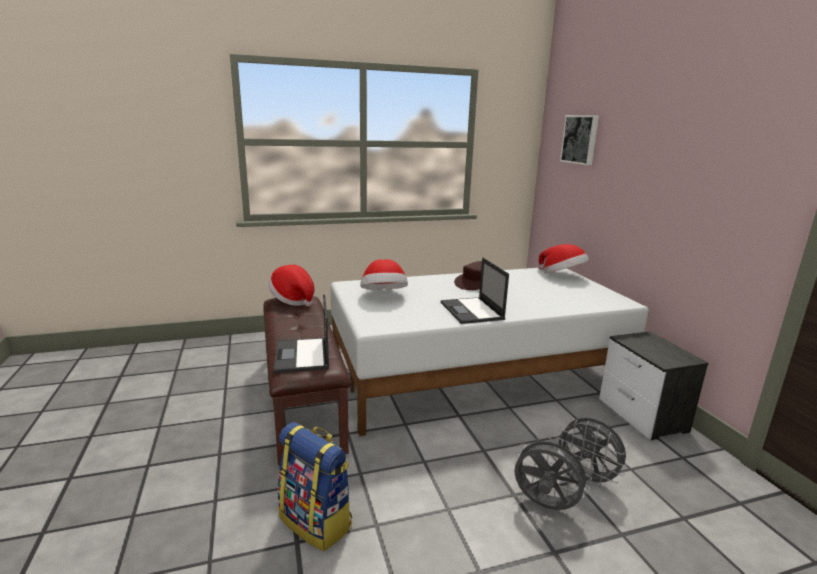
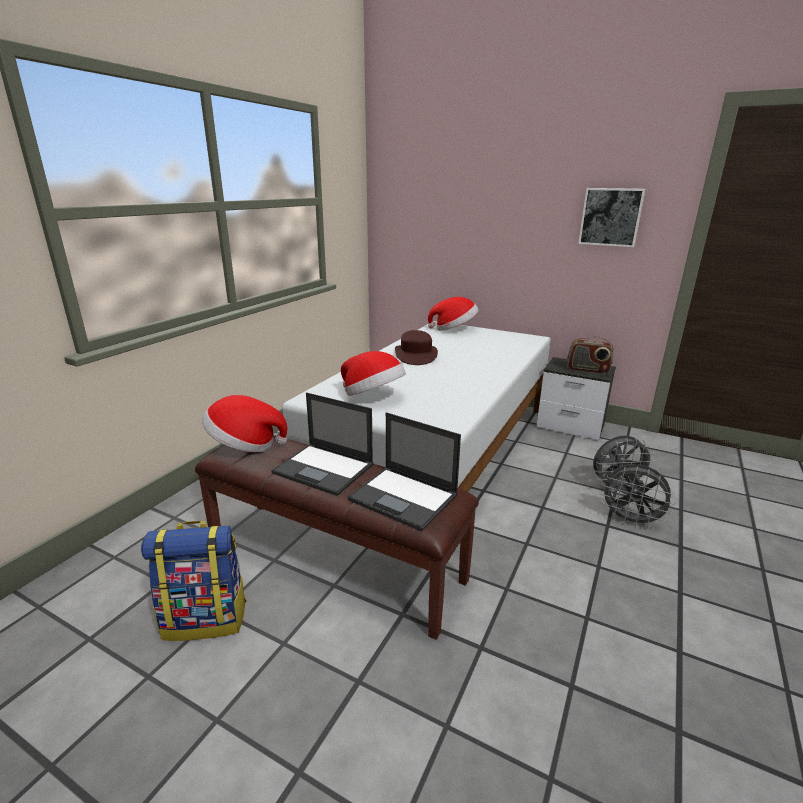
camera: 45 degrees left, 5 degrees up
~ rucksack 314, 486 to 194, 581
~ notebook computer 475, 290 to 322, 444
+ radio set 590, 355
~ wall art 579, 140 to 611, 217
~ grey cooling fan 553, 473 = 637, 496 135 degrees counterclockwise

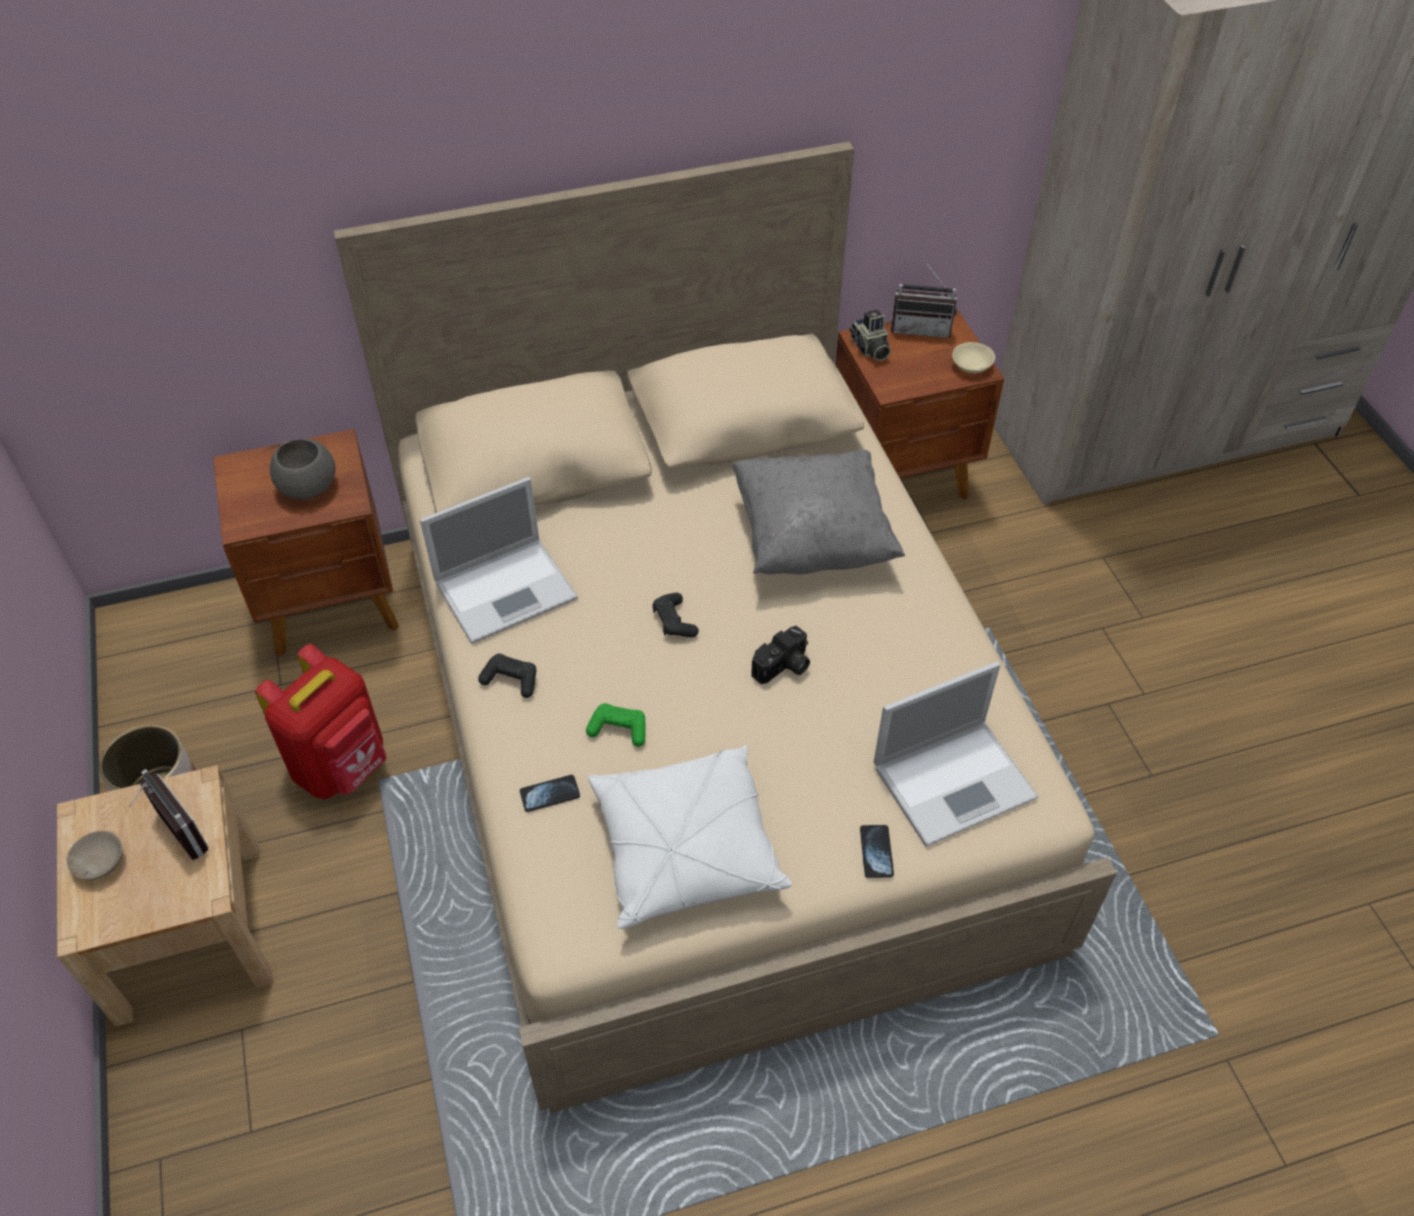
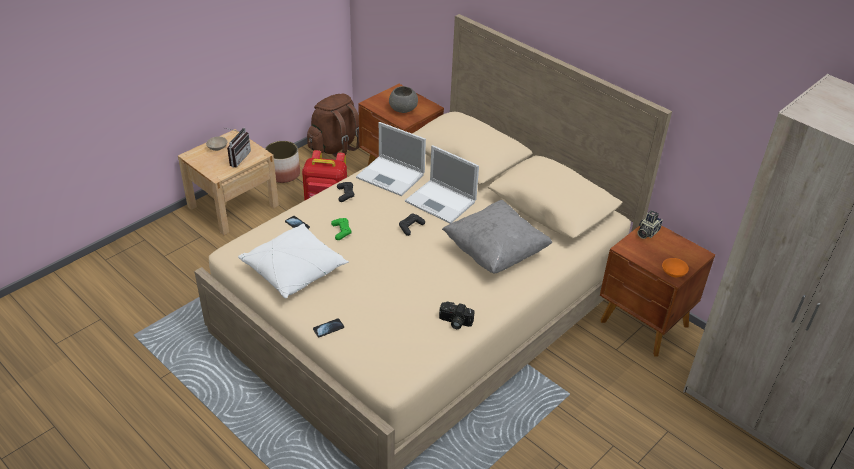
camera: 60 degrees right, 10 degrees down
+ brown-coloured rucksack 333, 125
~ notebook computer 956, 753 to 442, 184
~ photo camera 780, 655 to 456, 315
~ beige-coloured bowl 973, 357 to orange bowl 675, 267
- radio set 924, 299

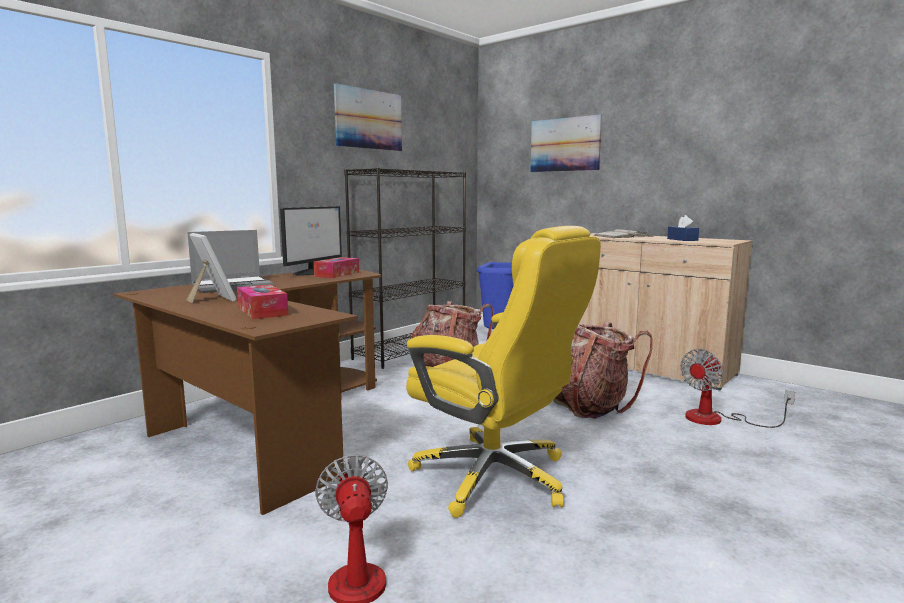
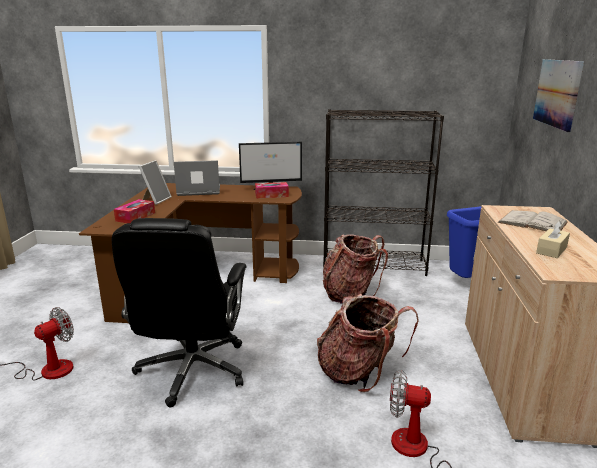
camera: 55 degrees right, 10 degrees up
~ yellow-coloured computer chair 503, 372 to blackish computer chair 179, 313
~ notebook computer 230, 261 = 197, 178 150 degrees clockwise
~ bluish tissue box 683, 228 to beige-coloured tissue box 553, 239
- wall art 368, 117

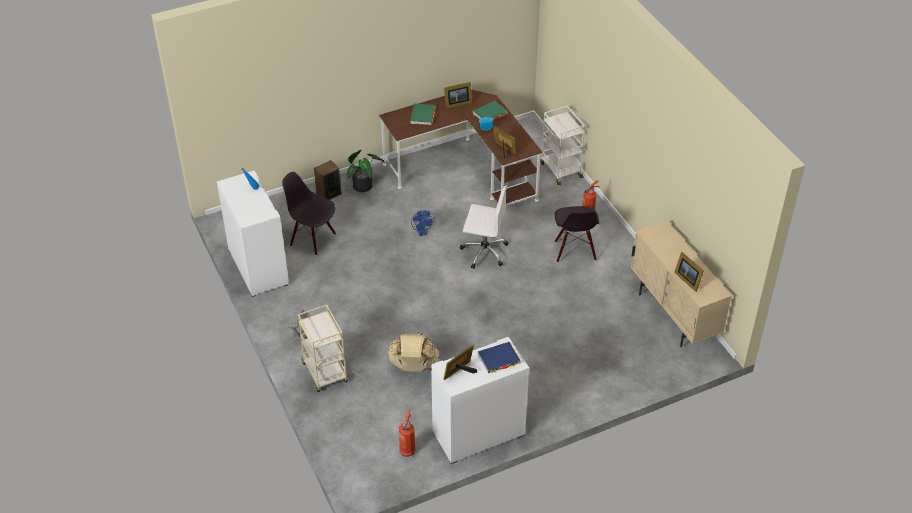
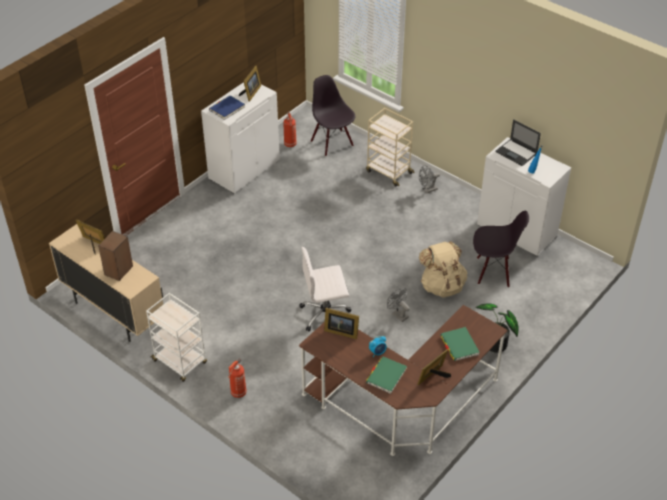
camera: 155 degrees right, 0 degrees up
~ loudspeaker 328, 180 to 115, 256
~ white-coloured trolley 562, 145 to 176, 337
~ blackish chair 577, 234 to 333, 115
~ bluish cooling fan 423, 223 to grey cooling fan 398, 305
~ beige-coloured rucksack 413, 352 to 443, 269
+ notebook computer 518, 142

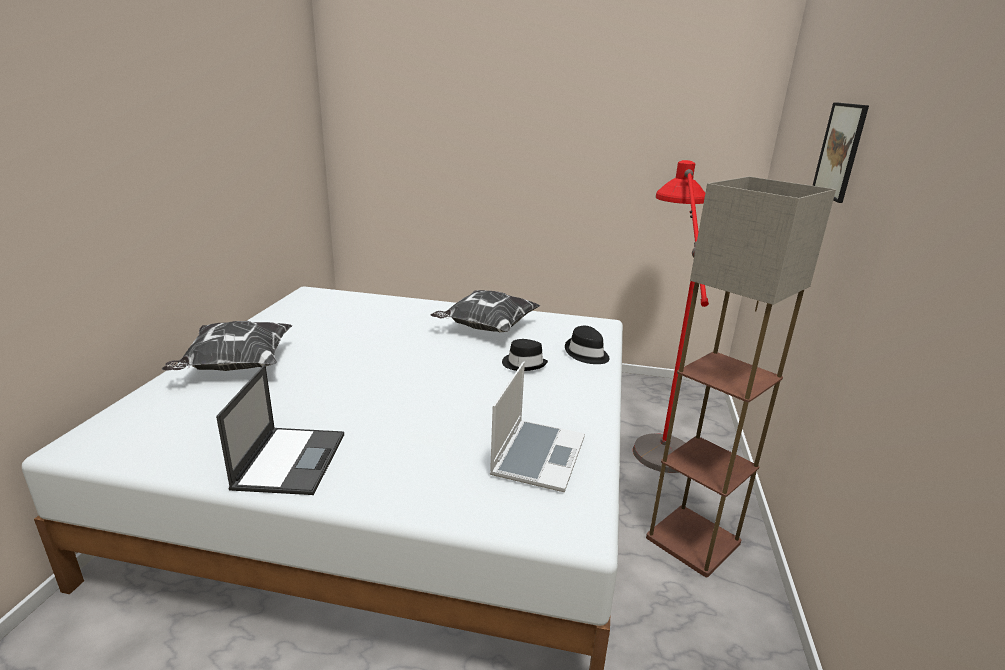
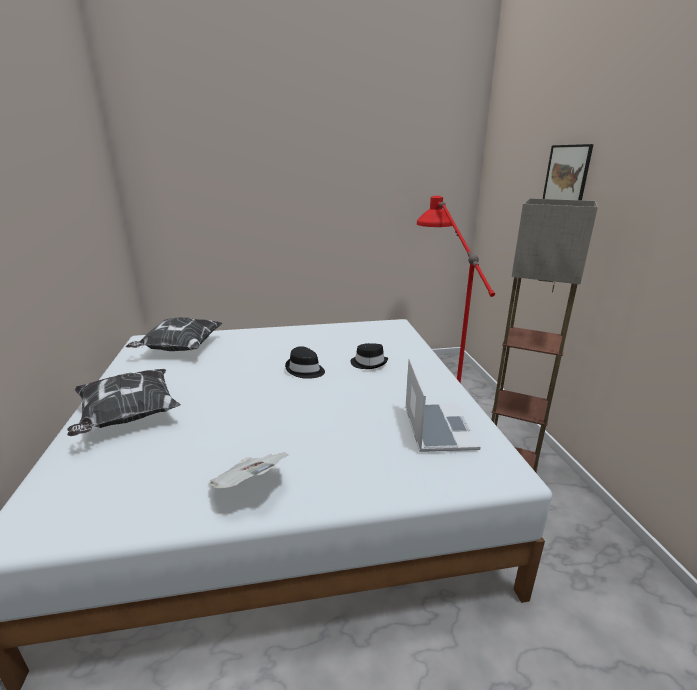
camera: 20 degrees left, 0 degrees up
~ cushion 486, 311 to 174, 334
~ notebook computer 280, 430 to daily paper 249, 470
~ blackish hat 587, 345 to 305, 362

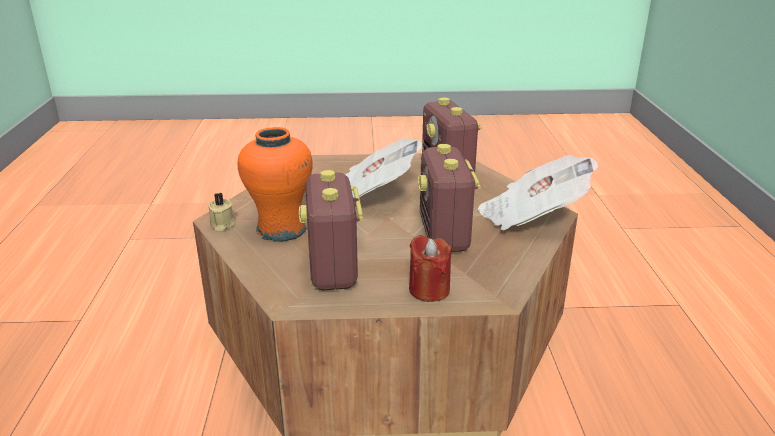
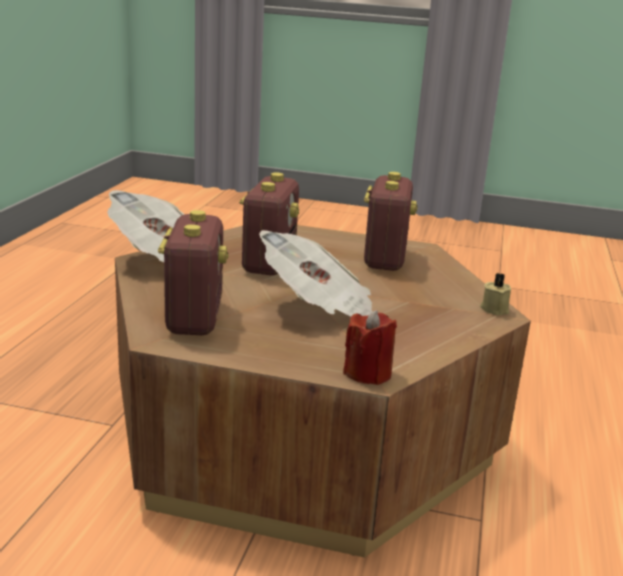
camera: 165 degrees left, 5 degrees down
~ red-coloured wax light 430, 268 to 370, 347
- orange vase 275, 184

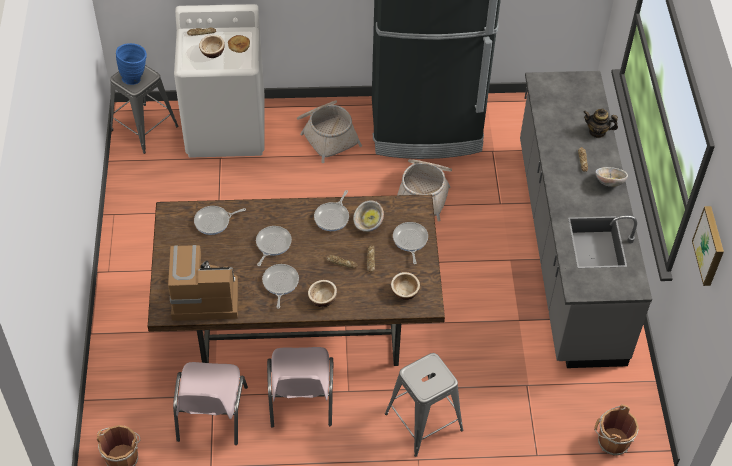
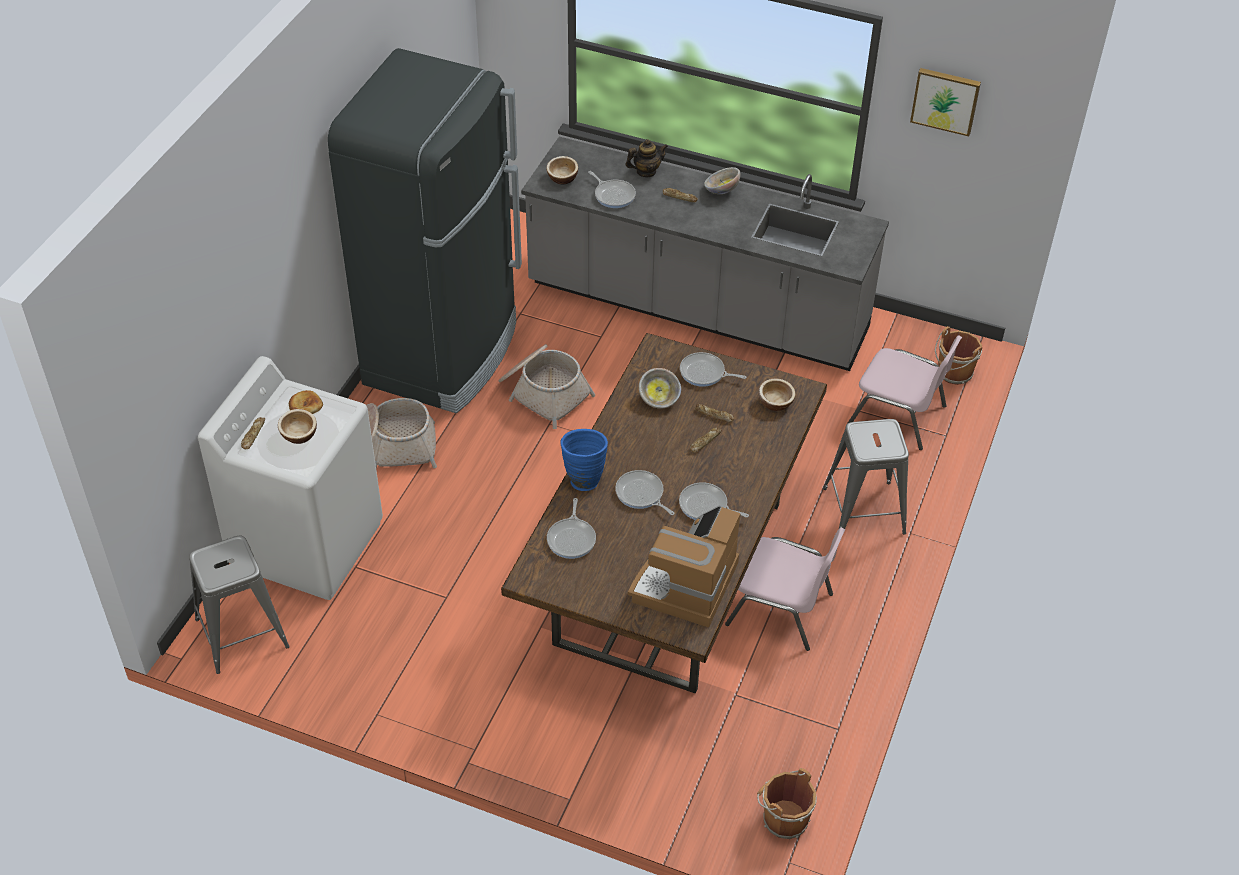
camera: 65 degrees left, 5 degrees down
~ bowl 322, 293 to 562, 170
~ bluish vase 131, 64 to 584, 460
~ frying pan 331, 210 to 612, 189
~ pot for tea 600, 123 = 647, 158 150 degrees counterclockwise
~ pinkish chair 210, 403 to 904, 392

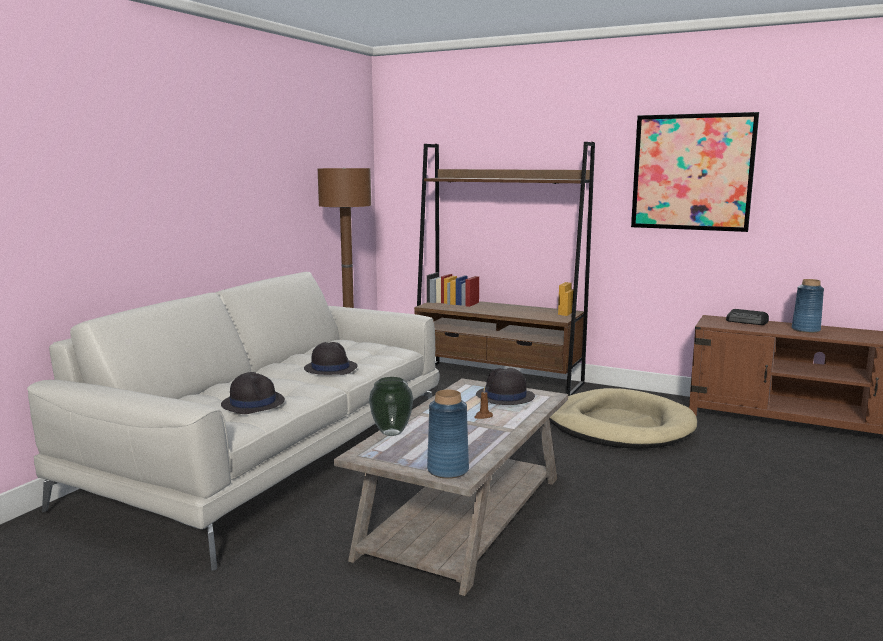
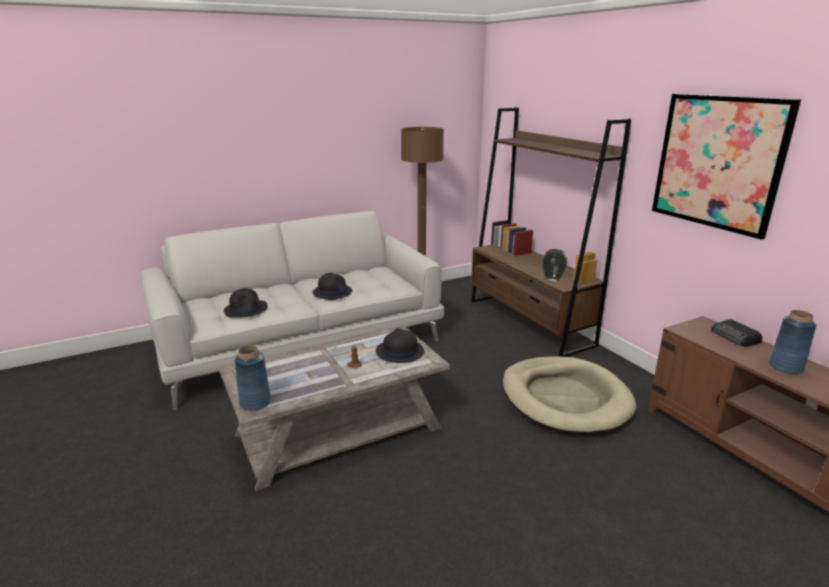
camera: 35 degrees right, 10 degrees up
~ vase 391, 406 to 555, 266

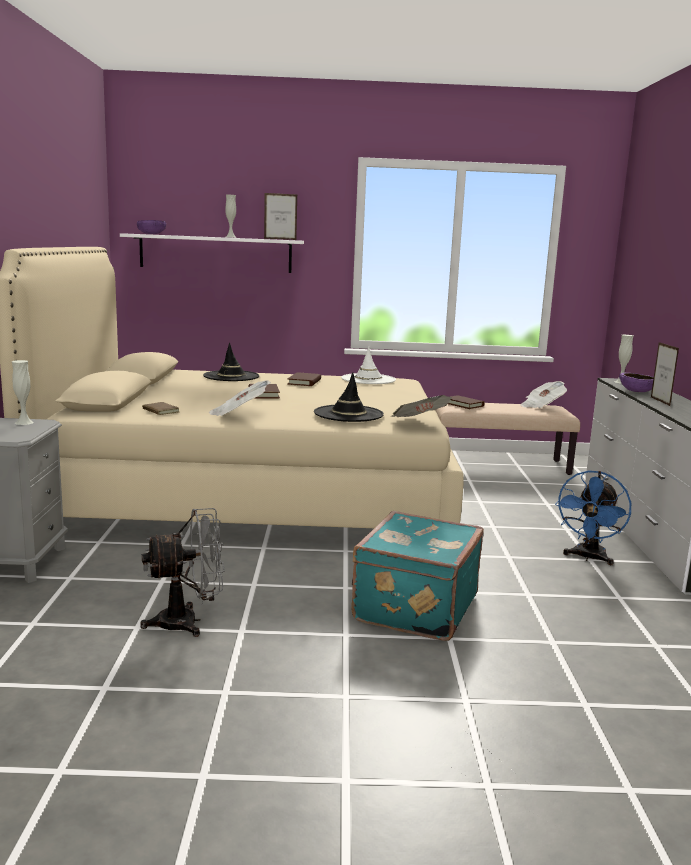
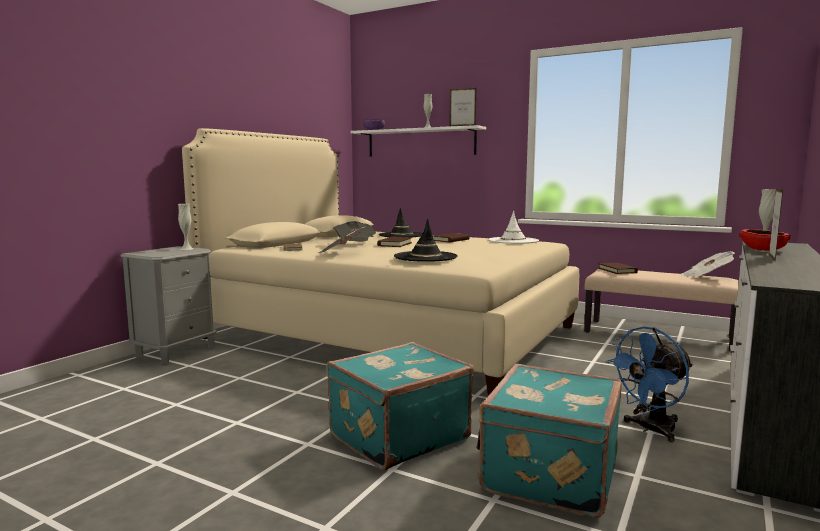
camera: 30 degrees right, 5 degrees down
~ daily paper 421, 406 to 354, 231
+ turquoise travel case 549, 441
~ purplish bowl 636, 382 to red-coloured bowl 765, 240
- grey cooling fan 182, 572

